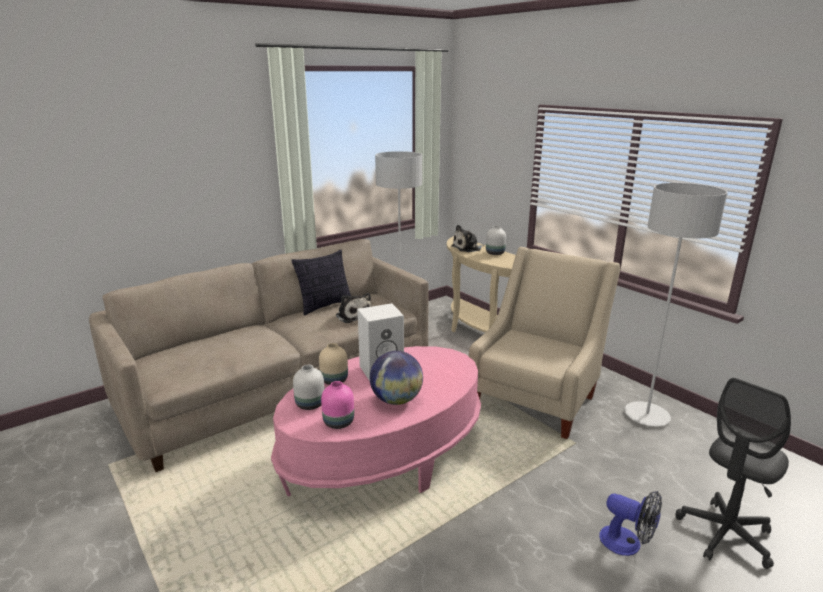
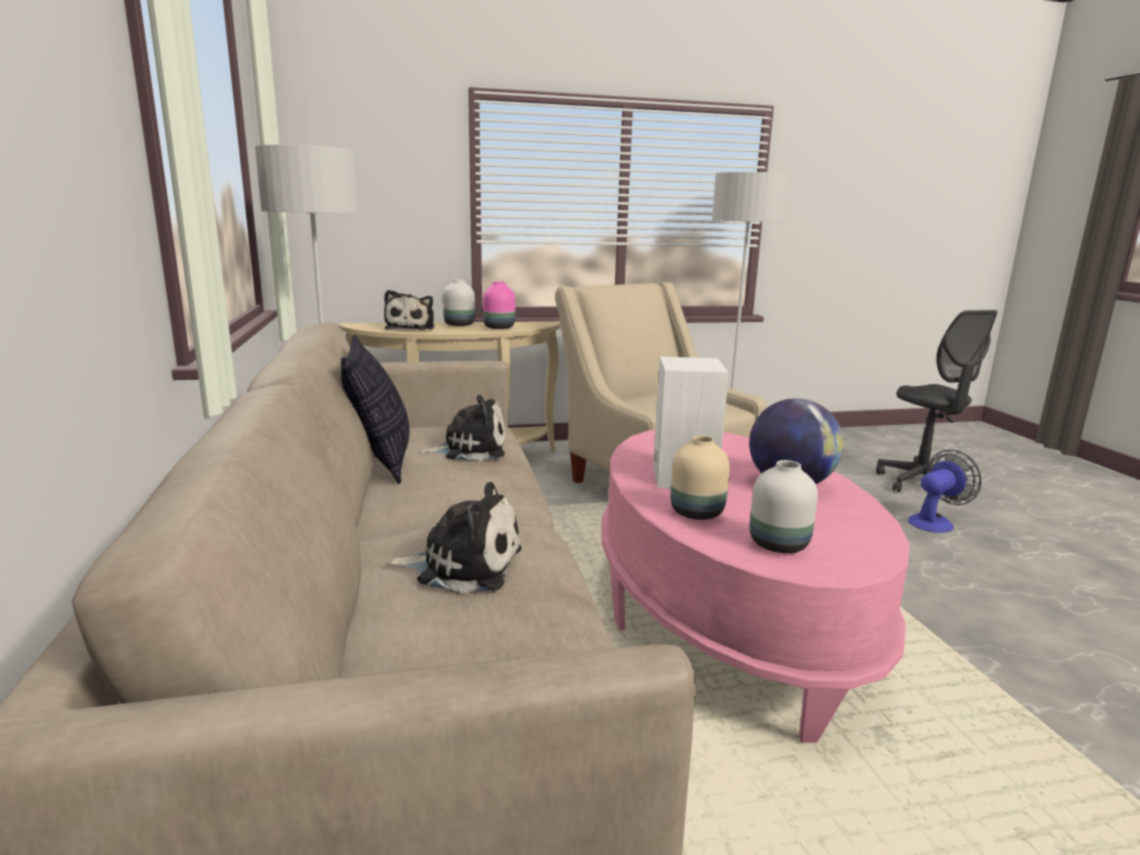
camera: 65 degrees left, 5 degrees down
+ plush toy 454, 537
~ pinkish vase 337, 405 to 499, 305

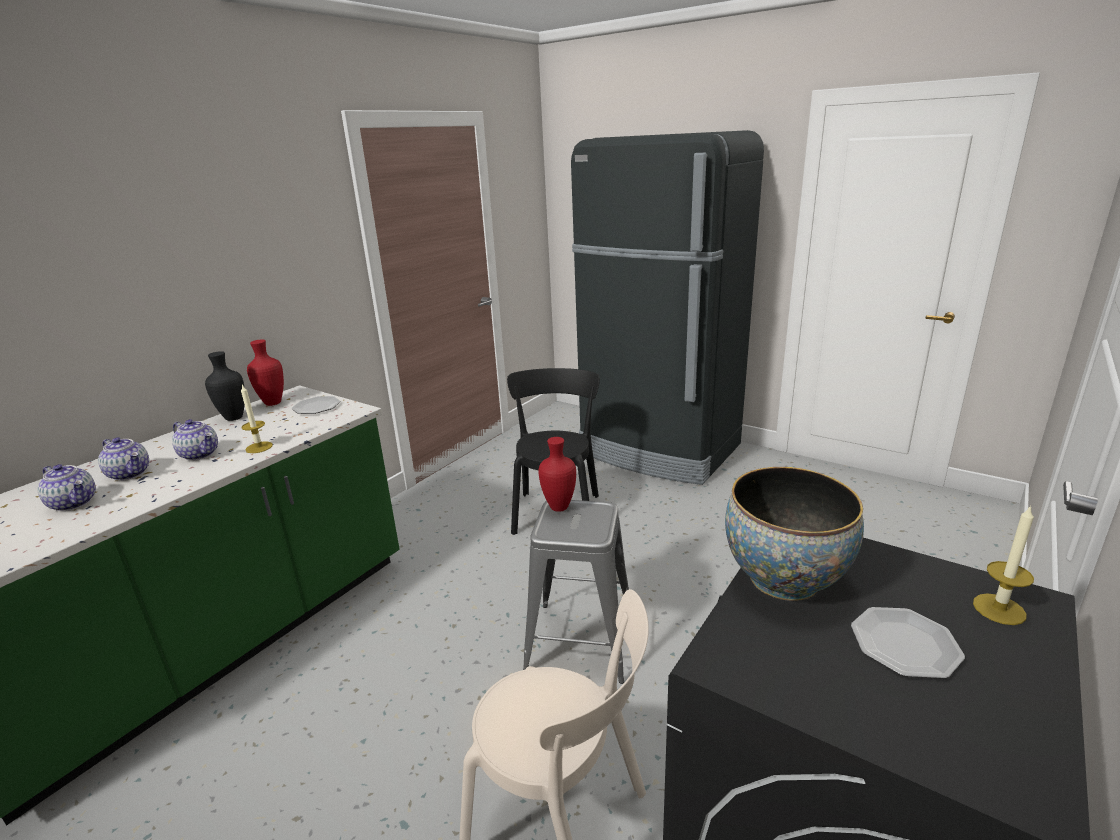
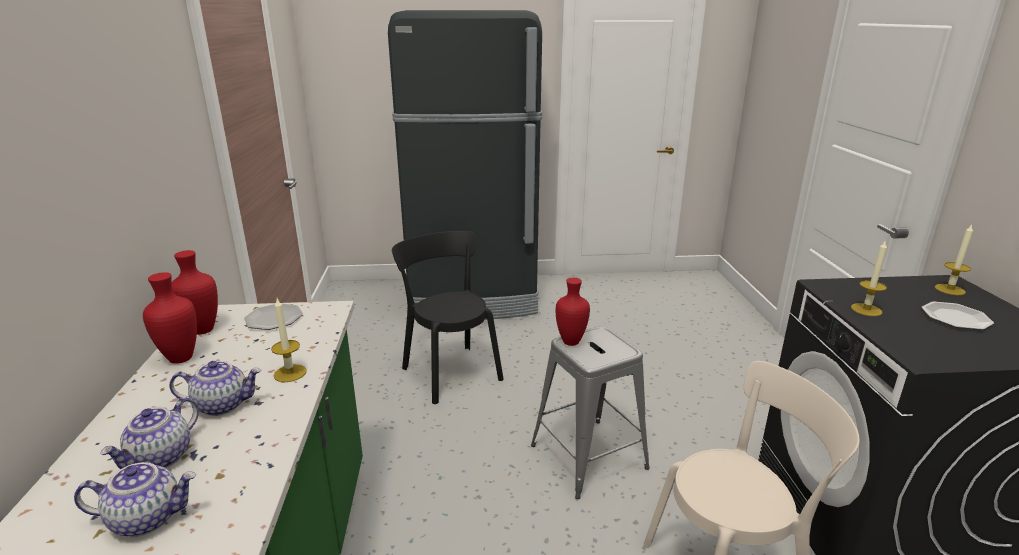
camera: 40 degrees left, 0 degrees up
~ pot for tea 123, 459 = 149, 433 120 degrees clockwise
~ blackish vase 225, 386 to red-coloured vase 170, 318
~ bowl 794, 534 to wax light 869, 278

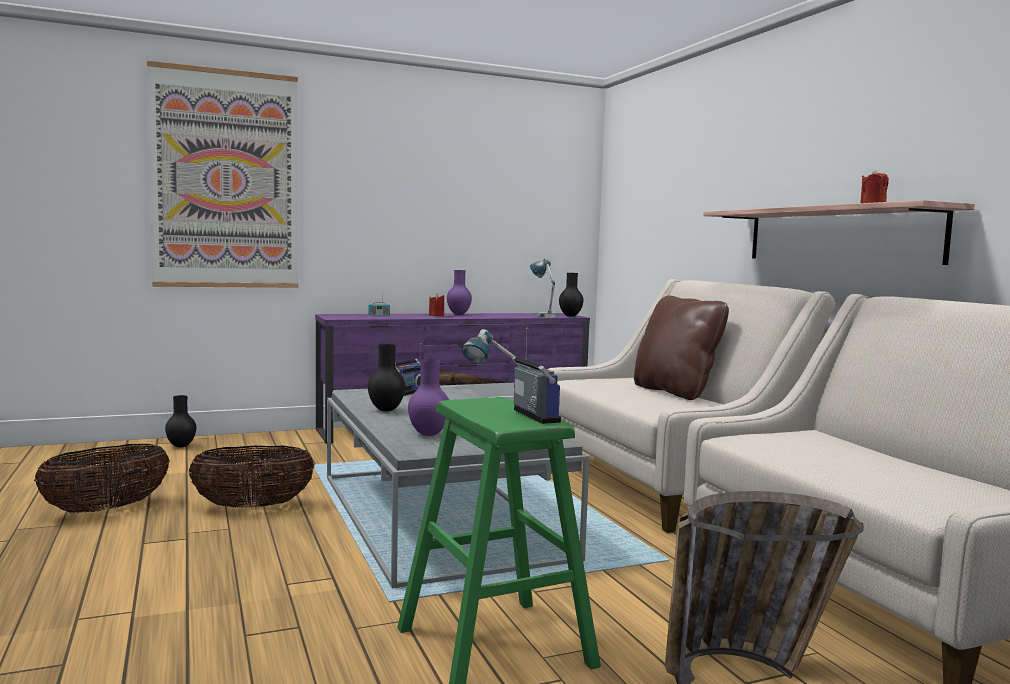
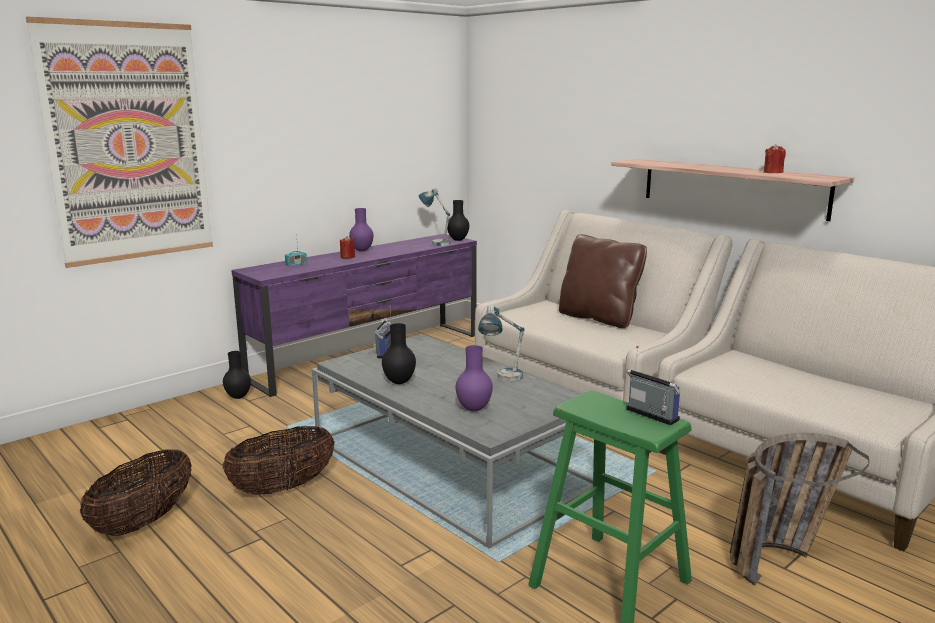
camera: 20 degrees left, 10 degrees up
~ blackish vase 180, 421 to 237, 375

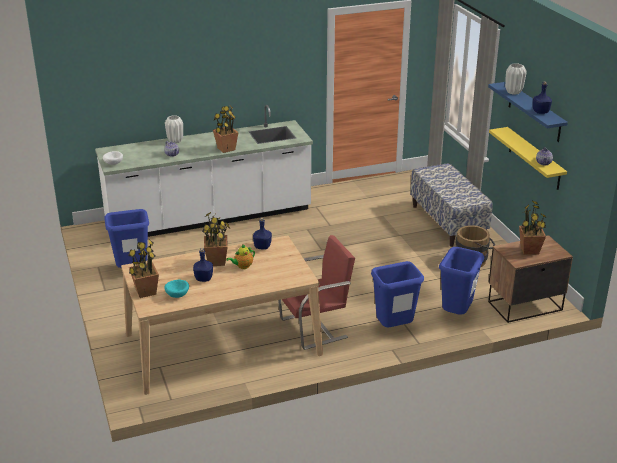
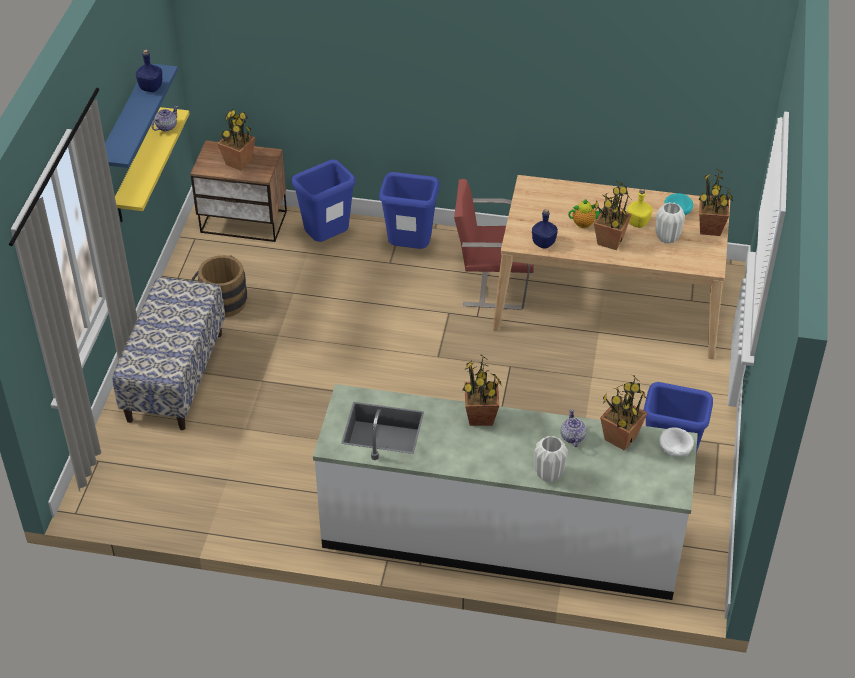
camera: 150 degrees left, 15 degrees up
+ potted plant 623, 413
~ bluish beverage bottle 203, 265 to yellow-coloured beverage bottle 639, 208
~ white-coloured vase 516, 79 to 670, 223

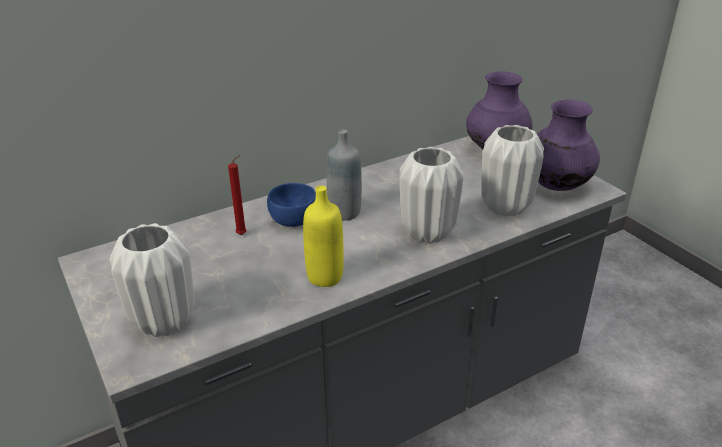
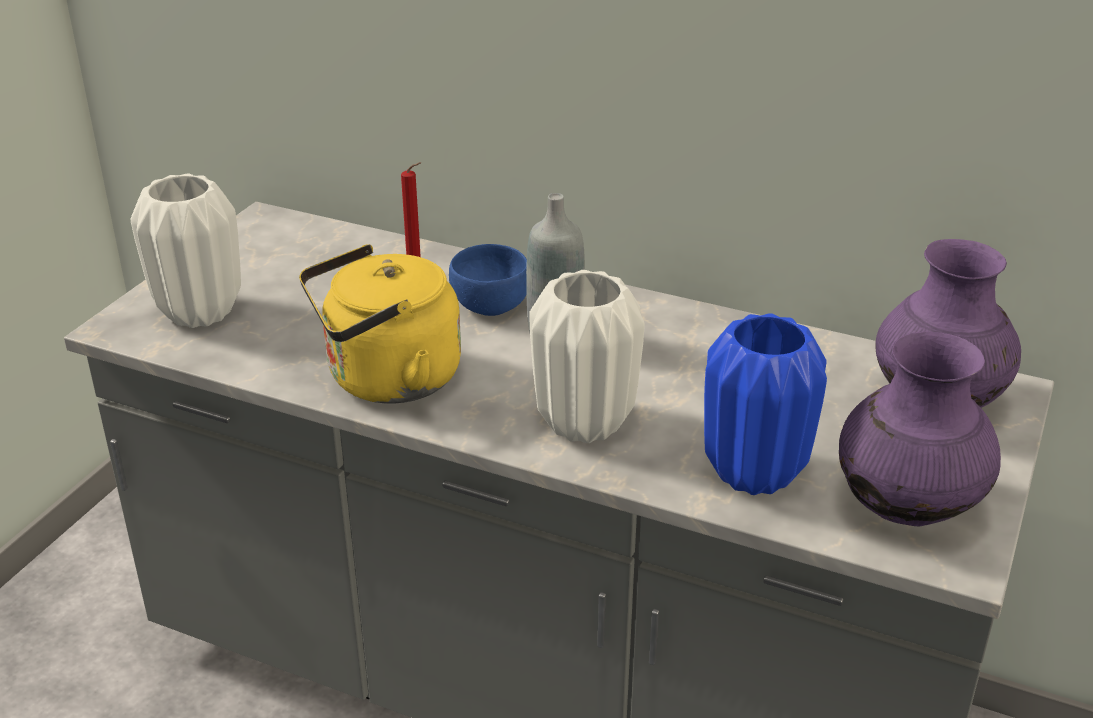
camera: 55 degrees right, 0 degrees up
~ yellow-coloured beverage bottle 323, 236 to yellow-coloured tea kettle 380, 323
~ white-coloured vase 512, 171 to bluish vase 765, 404

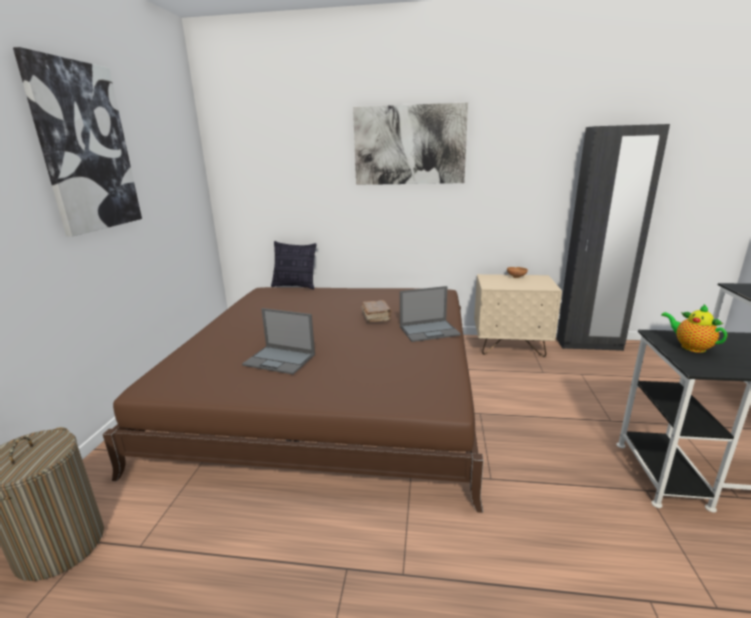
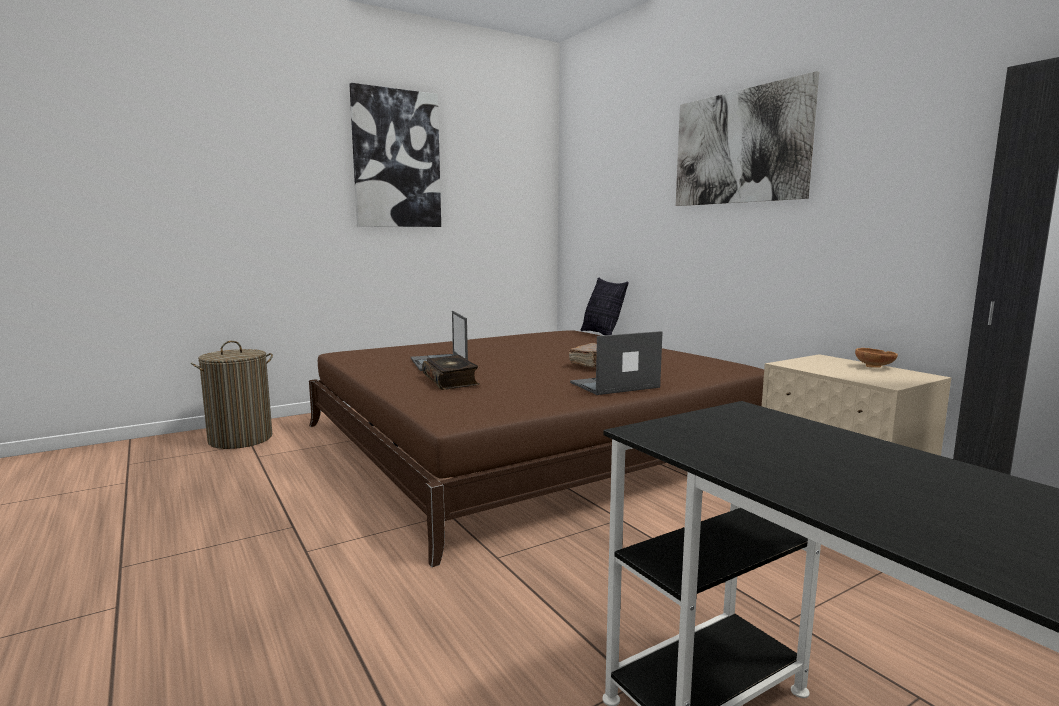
camera: 50 degrees right, 10 degrees down
+ volume 451, 372
~ notebook computer 430, 314 = 616, 363 120 degrees clockwise
- pot for tea 694, 328

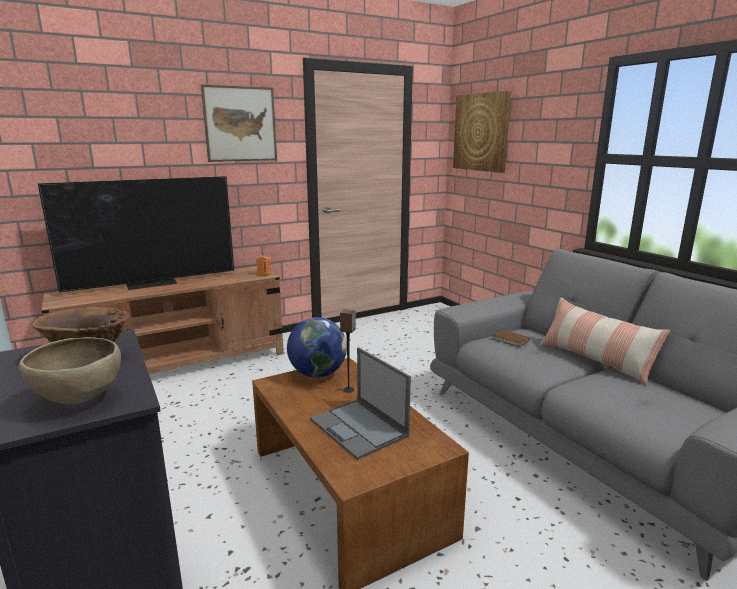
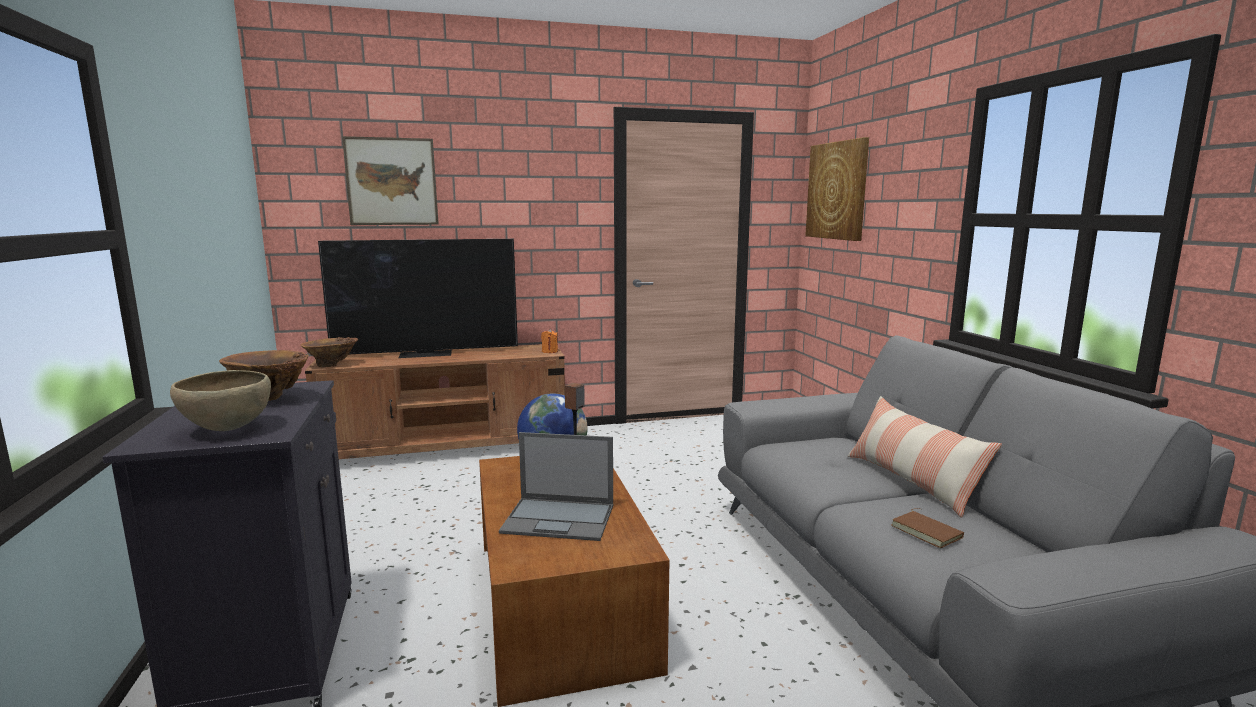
camera: 15 degrees right, 5 degrees down
+ brown-coloured vase 329, 352
~ wall art 239, 123 to 390, 180
~ notebook computer 360, 403 = 556, 486 60 degrees counterclockwise
~ brown-coloured volume 511, 337 to 927, 528

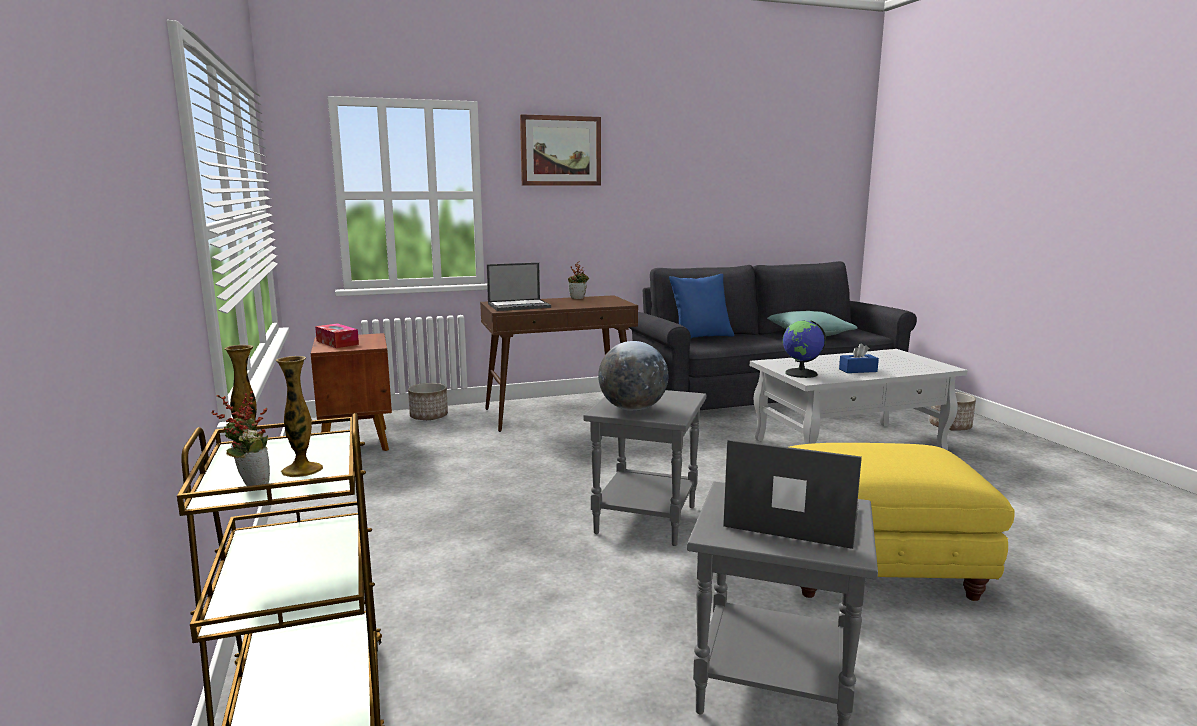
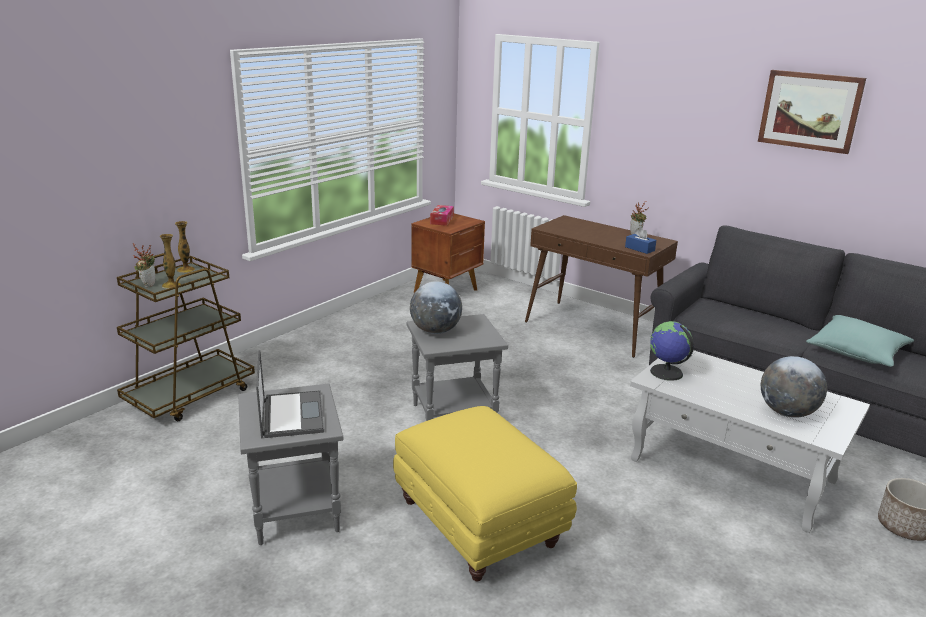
camera: 55 degrees right, 10 degrees up
~ bluish tissue box 859, 358 to 640, 240
~ wall art 560, 150 to 812, 112
+ desk globe 794, 387
- plant pot 428, 401
- notebook computer 519, 287
- bluish cushion 701, 306

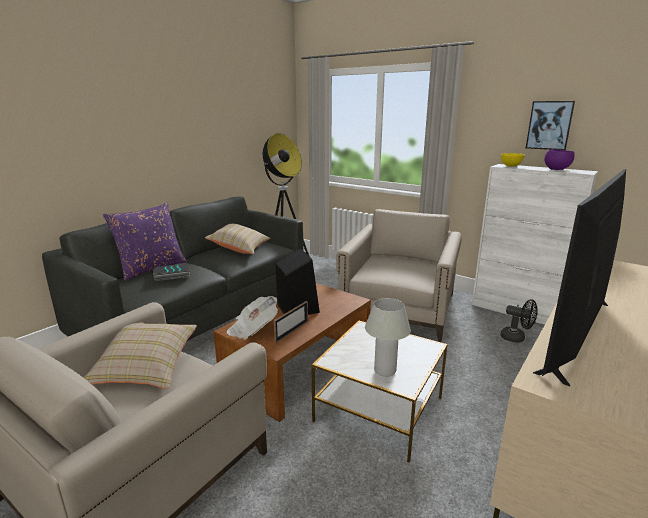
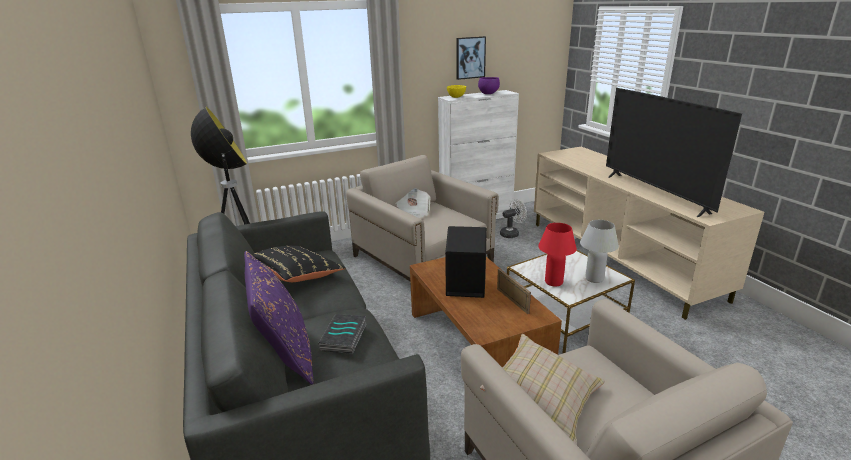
camera: 60 degrees left, 5 degrees up
~ beige-coloured cushion 237, 239 to blackish cushion 300, 263
~ daily paper 252, 318 to 413, 203
~ blackish cooling fan 519, 321 to white-coloured cooling fan 513, 218
+ red-coloured lamp for a table 557, 255

